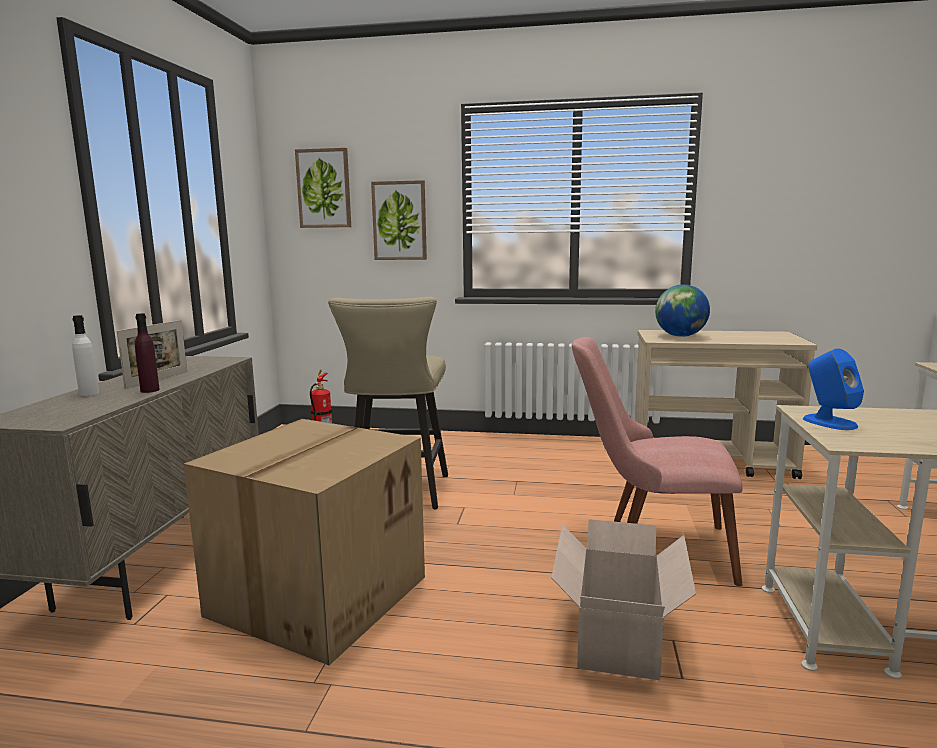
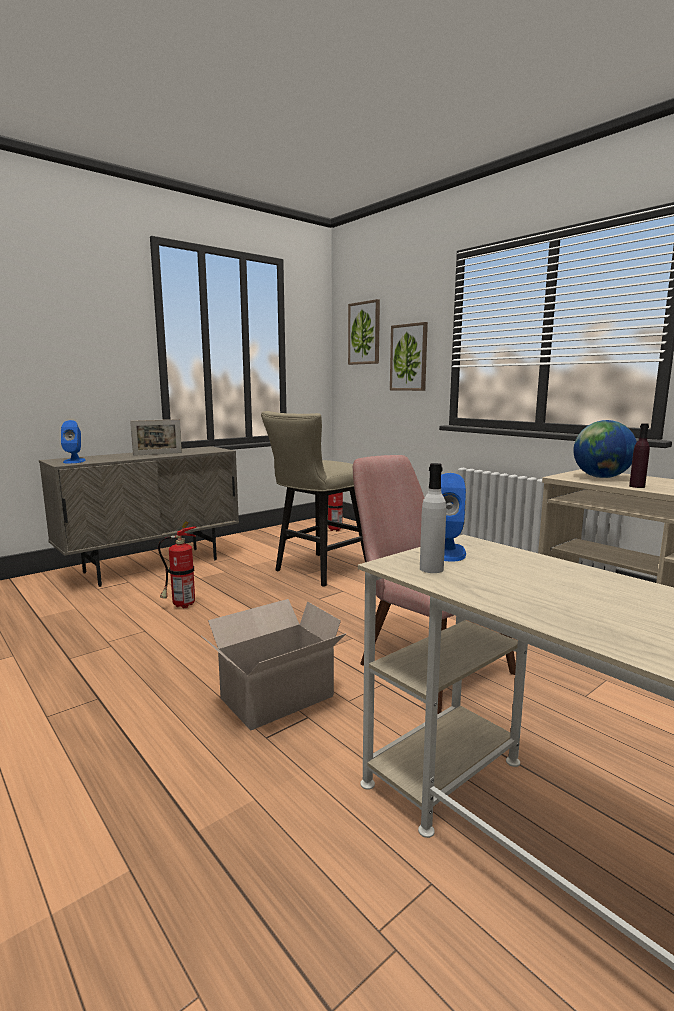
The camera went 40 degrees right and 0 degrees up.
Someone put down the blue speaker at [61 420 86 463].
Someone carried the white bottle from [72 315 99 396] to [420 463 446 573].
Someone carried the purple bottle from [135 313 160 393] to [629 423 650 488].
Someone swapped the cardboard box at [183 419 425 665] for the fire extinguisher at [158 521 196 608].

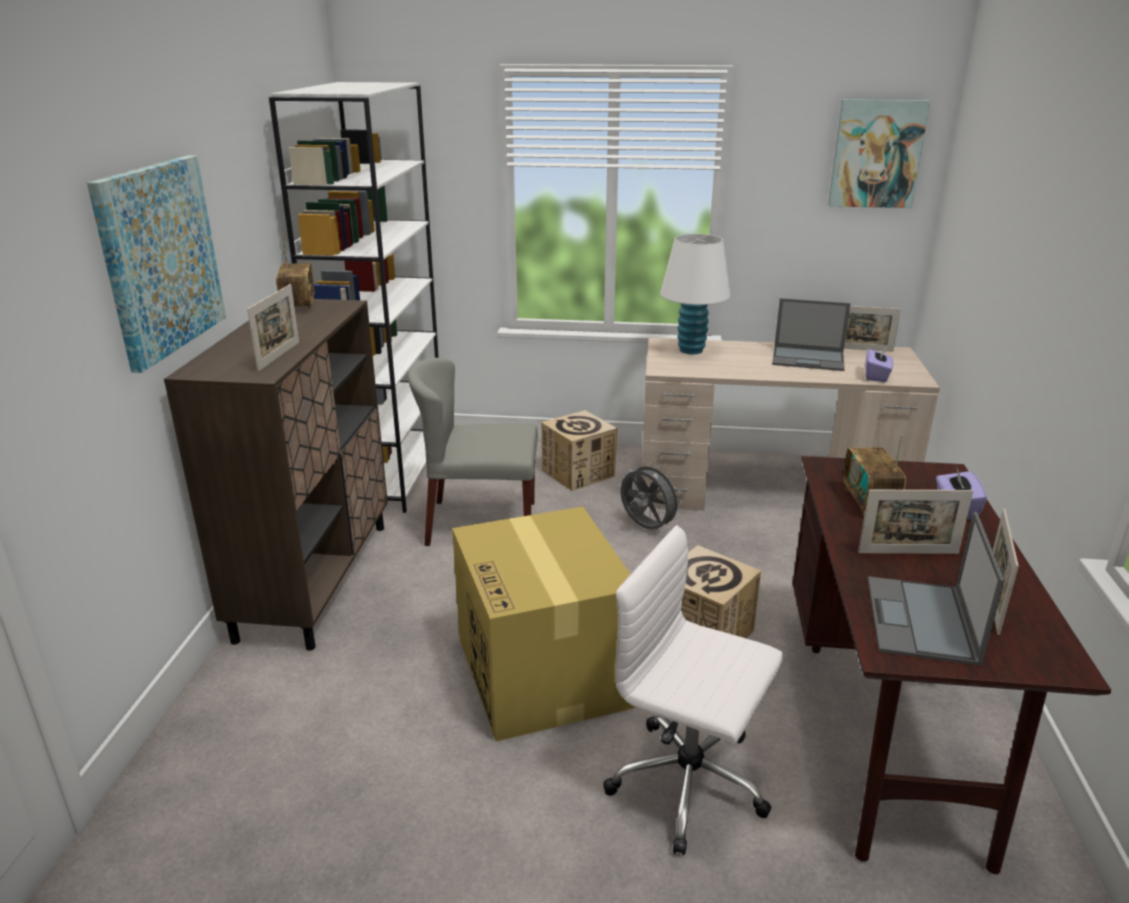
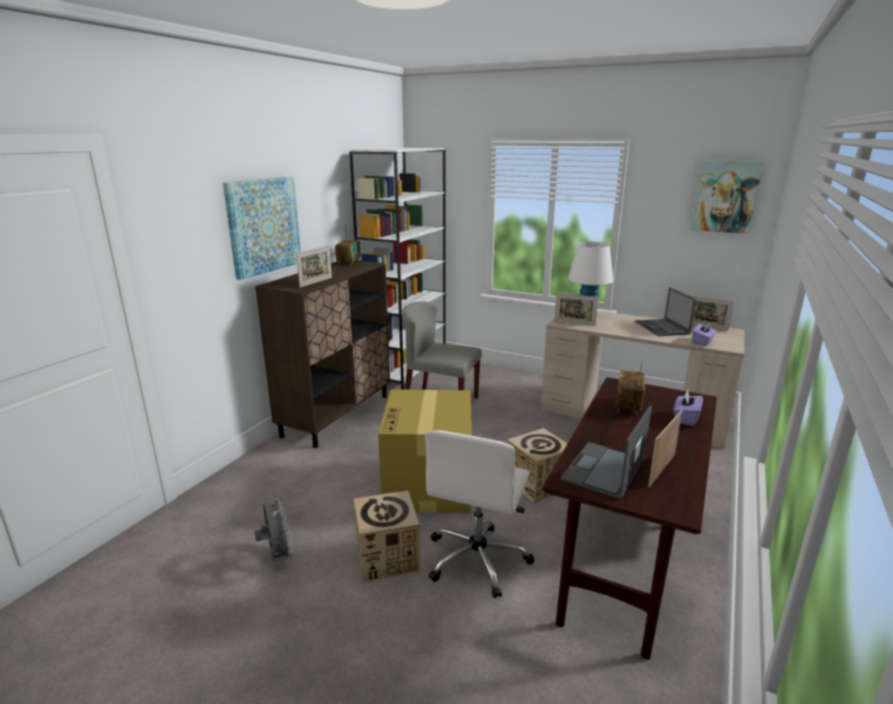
The camera went 20 degrees right and 5 degrees down.
Someone carried the cardboard box from [541 410 617 491] to [354 490 420 582].
Someone carried the grey fan from [620 462 683 530] to [254 495 293 563].
Someone carried the picture frame from [858 489 973 554] to [554 293 598 326].
Someone rotated the white office chair at [603 525 783 855] by 120 degrees counterclockwise.
Someone rotated the laptop at [772 298 851 371] by 45 degrees clockwise.

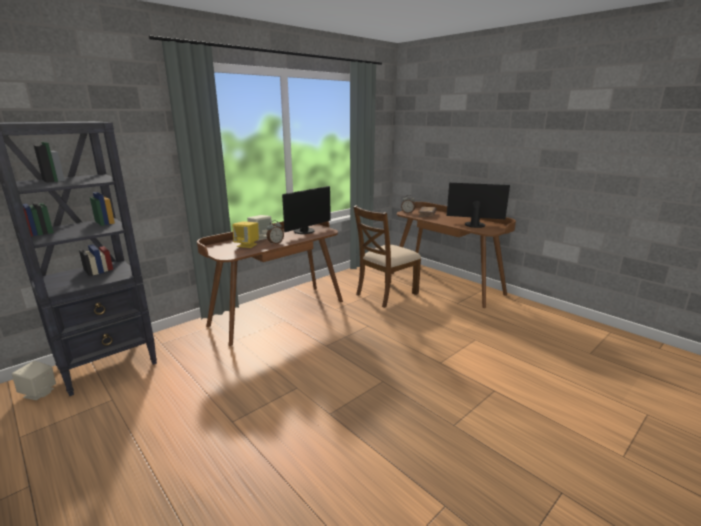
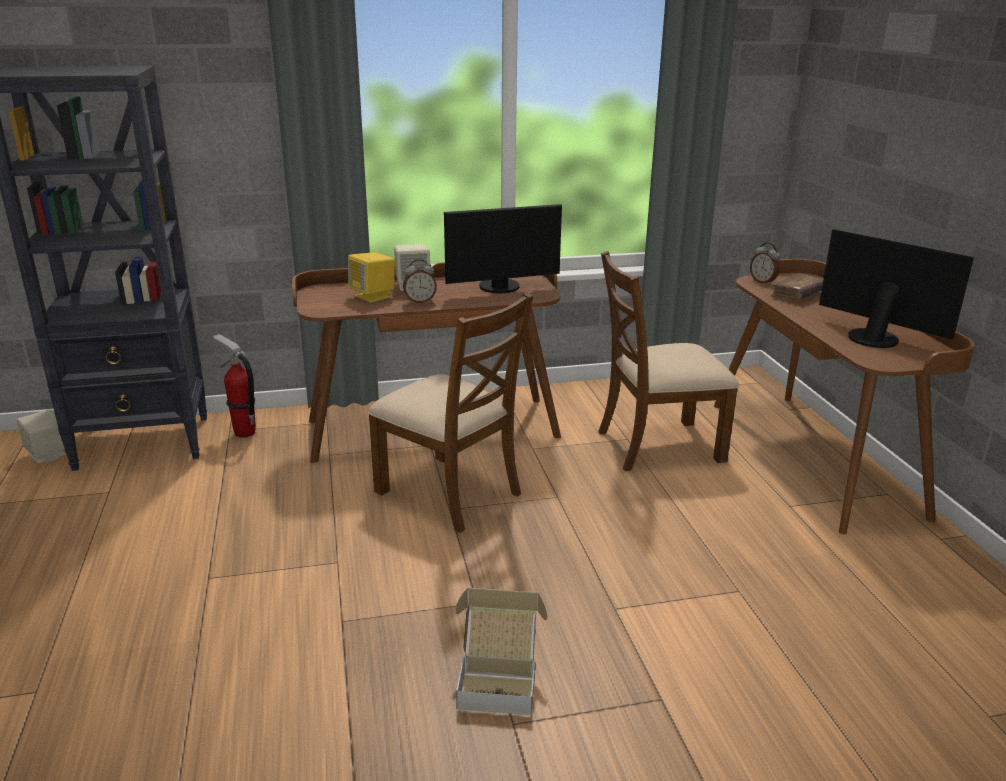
The camera went 30 degrees right and 5 degrees up.
Someone put down the fire extinguisher at [213 334 256 438].
Someone put down the brown chair at [368 292 533 533].
Someone put down the cardboard box at [455 588 547 715].

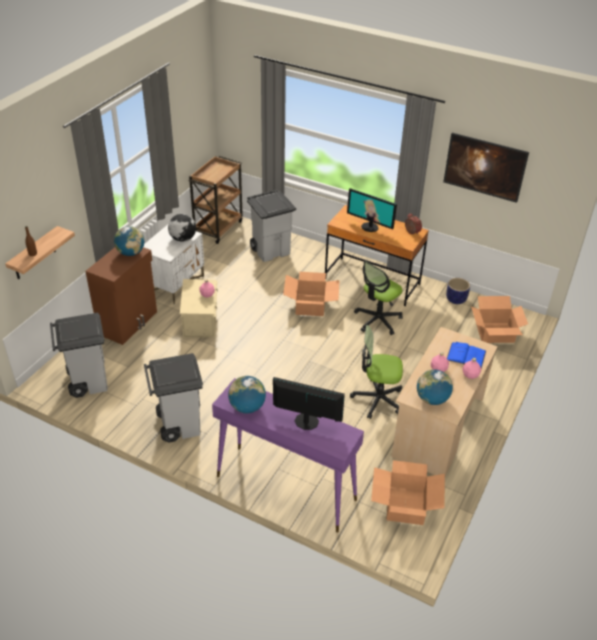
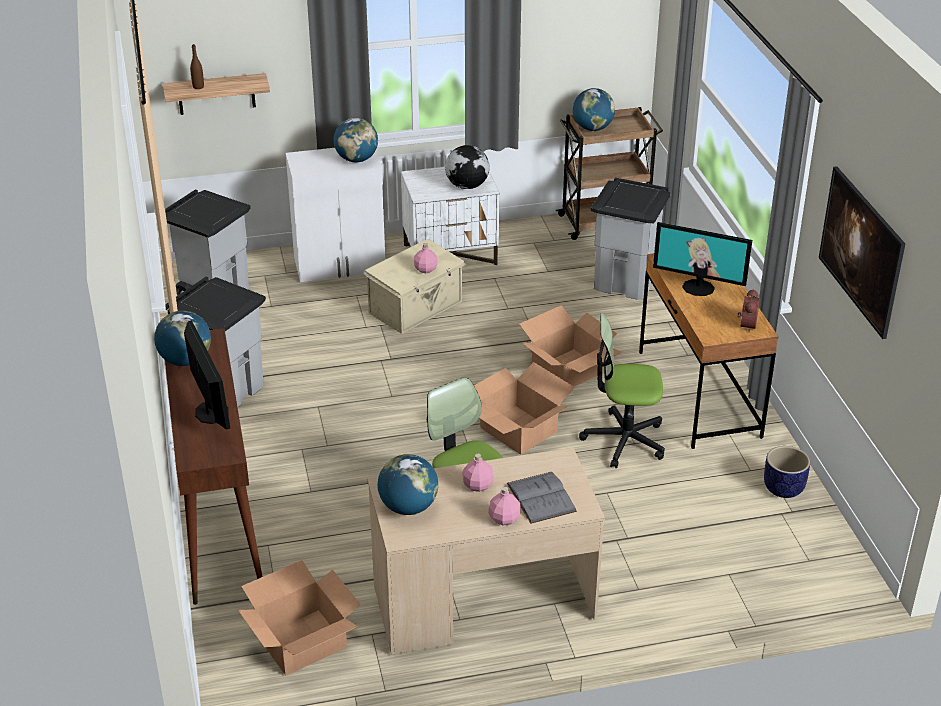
The camera went 50 degrees right and 5 degrees down.
Someone put down the globe at [573 88 615 131].
Someone carried the cardboard box from [471 296 528 343] to [474 362 575 455].
Someone repainted the brown cabinet at [85 247 157 345], which became the white cabinet at [286 148 385 282].
Someone repainted the purple console table at [212 378 364 532], which became the brown console table at [165 328 263 605].
Someone repainted the blue book at [447 342 486 369], which became the grey book at [506 472 577 524].
Someone rotated the monitor at [347 188 397 232] by 60 degrees counterclockwise.

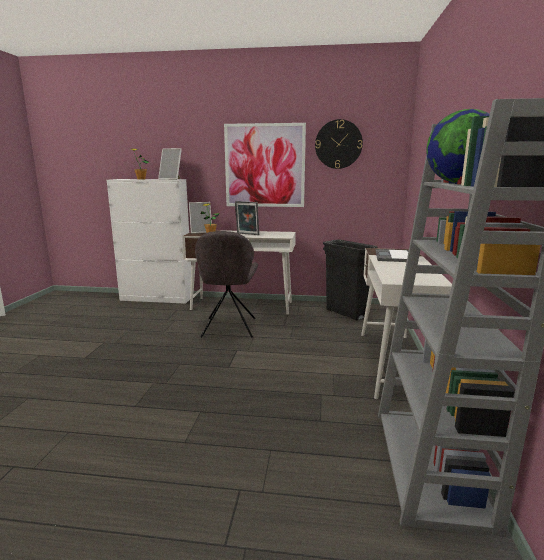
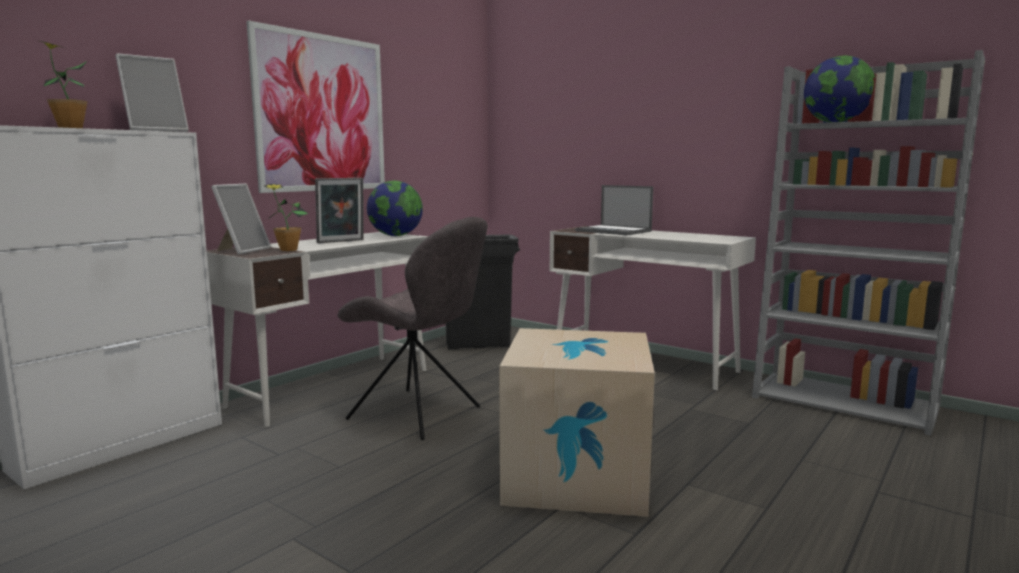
The camera went 60 degrees left and 5 degrees down.
Someone took away the wall clock at [315 119 363 169].
Someone put down the globe at [367 181 423 236].
Someone put down the cardboard box at [500 328 655 517].

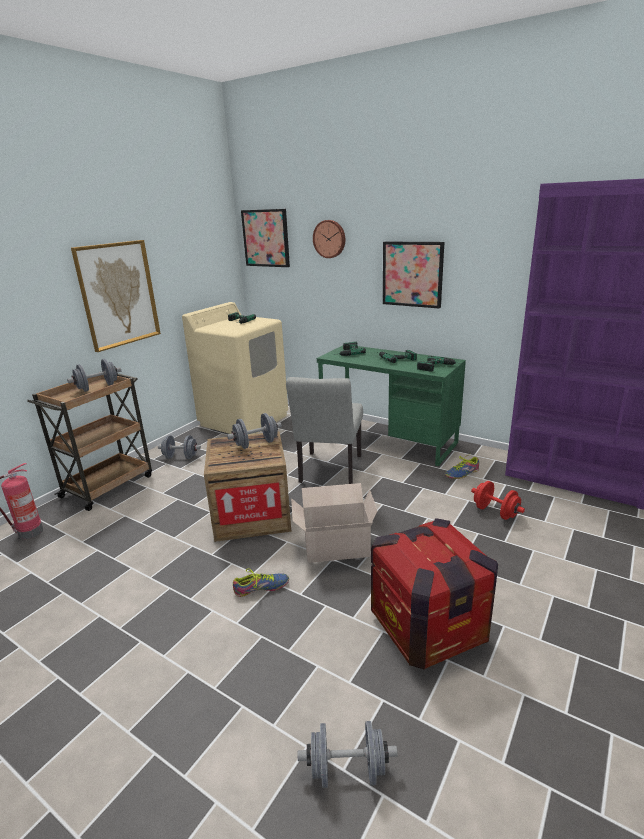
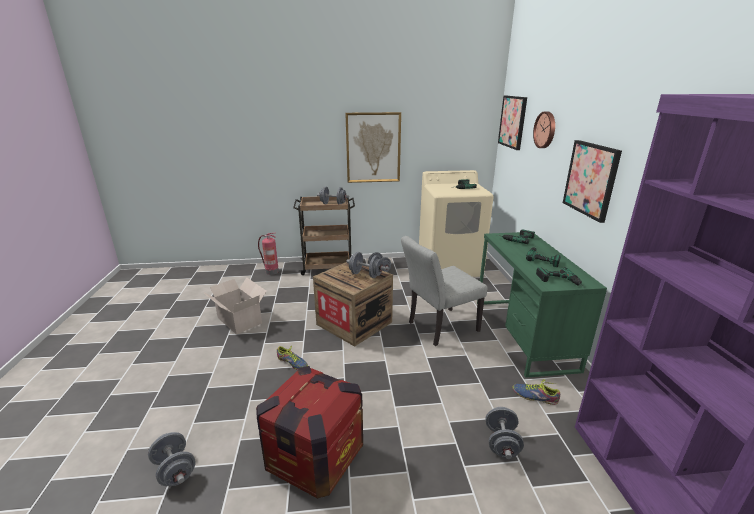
The camera went 50 degrees right and 0 degrees up.
Someone carried the cardboard box from [291 483 377 563] to [203 277 267 334].
Someone repainted the red dumbbell at [471 481 525 520], which became the grey dumbbell at [485 407 524 459].

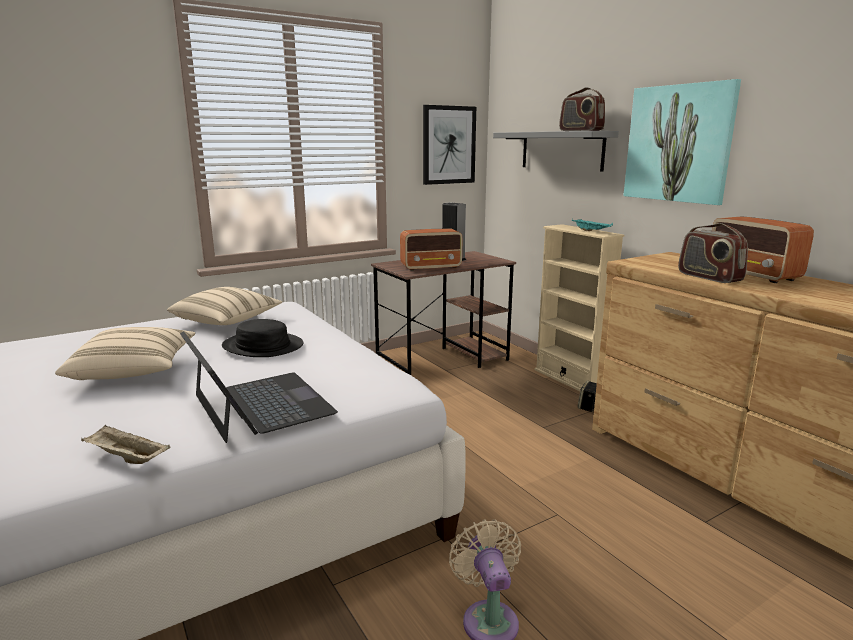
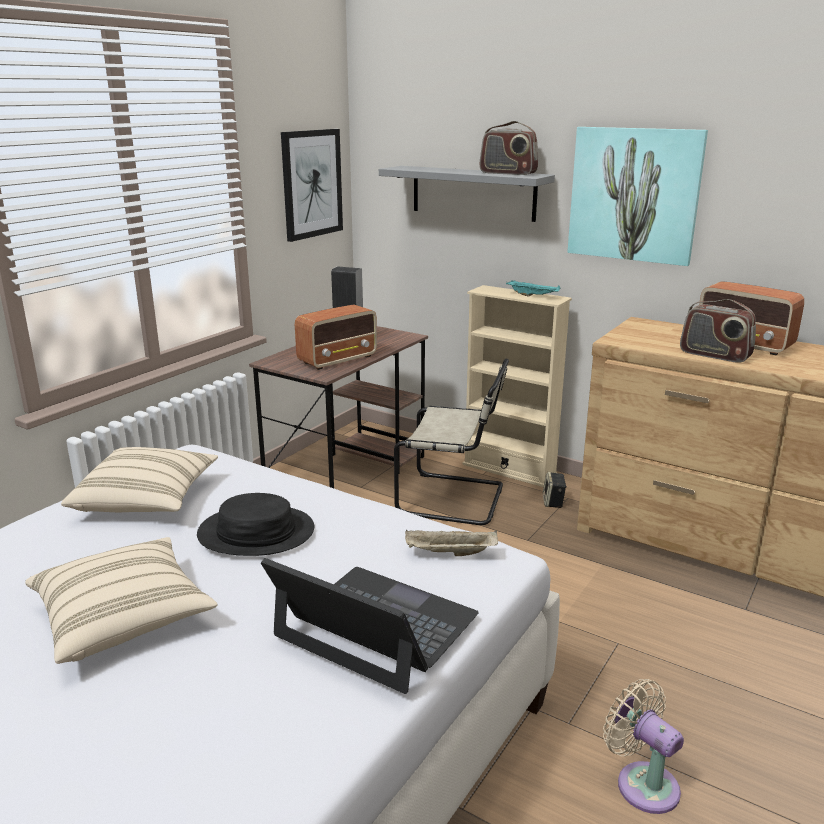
The camera went 25 degrees left and 5 degrees up.
Someone put down the beige chair at [394 359 509 525].
Someone carried the beige tray from [81 425 170 464] to [405 530 498 556].

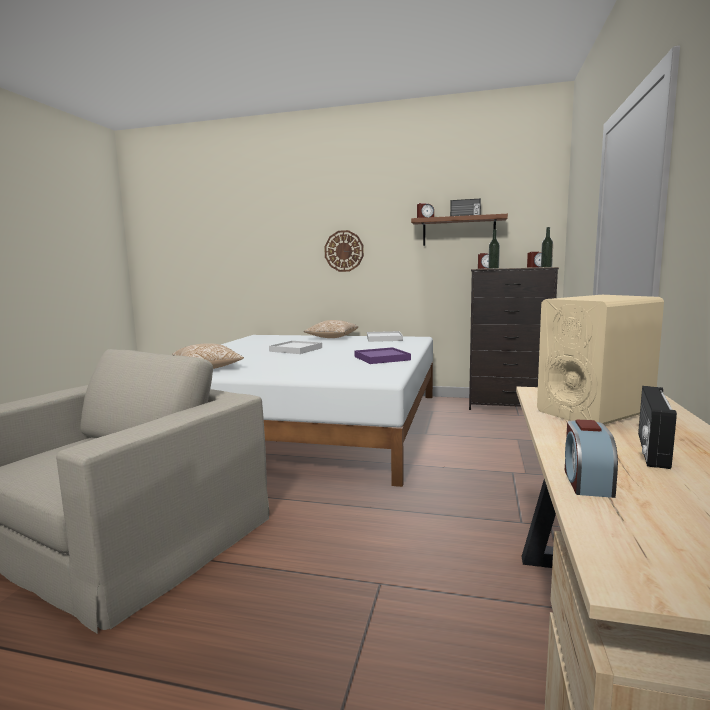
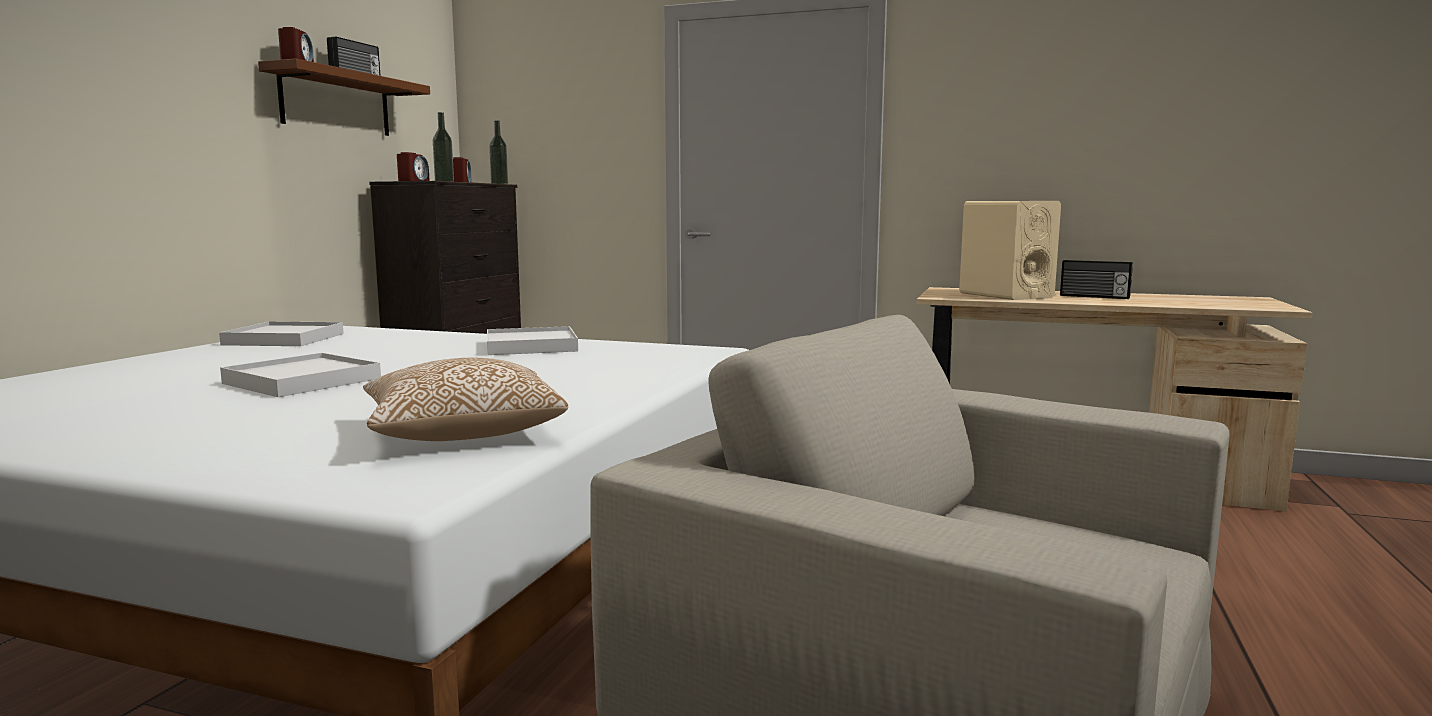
The camera went 85 degrees left and 0 degrees up.
Someone took away the pillow at [304 320 358 338].
Someone took away the wall clock at [324 230 364 272].
Someone took away the alarm clock at [565 420 618 498].
Someone repainted the purple tray at [355 347 411 364], which became the white tray at [487 326 578 355].

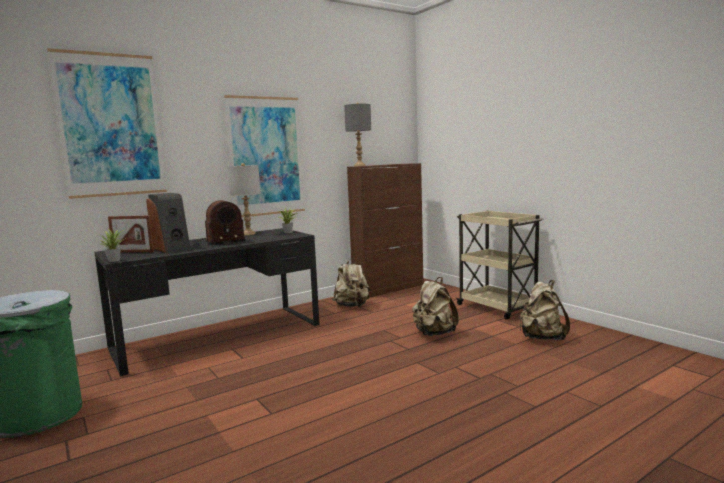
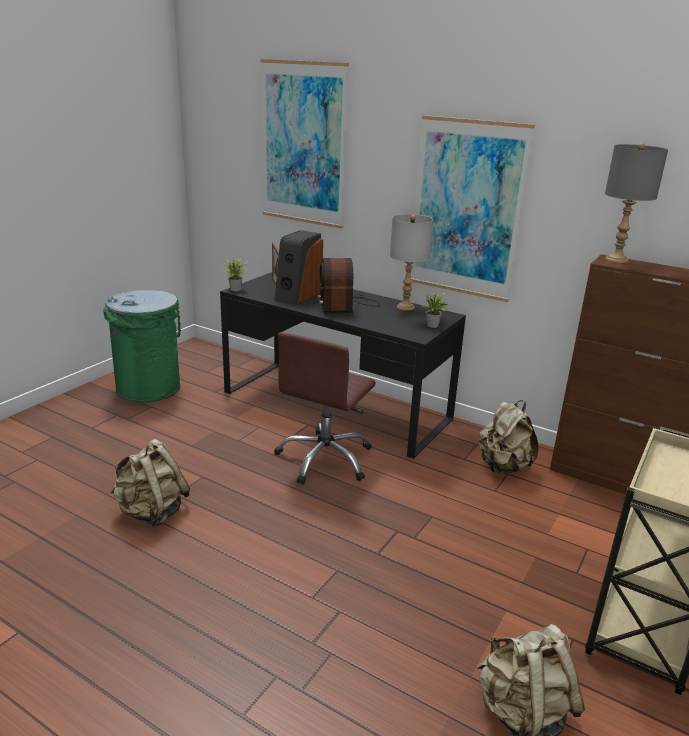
The camera went 65 degrees right and 15 degrees up.
Someone put down the brown office chair at [275 332 376 485].
Someone carried the beige backpack from [412 277 459 336] to [111 439 190 528].
Someone rotated the radio at [191 200 245 246] by 45 degrees clockwise.

